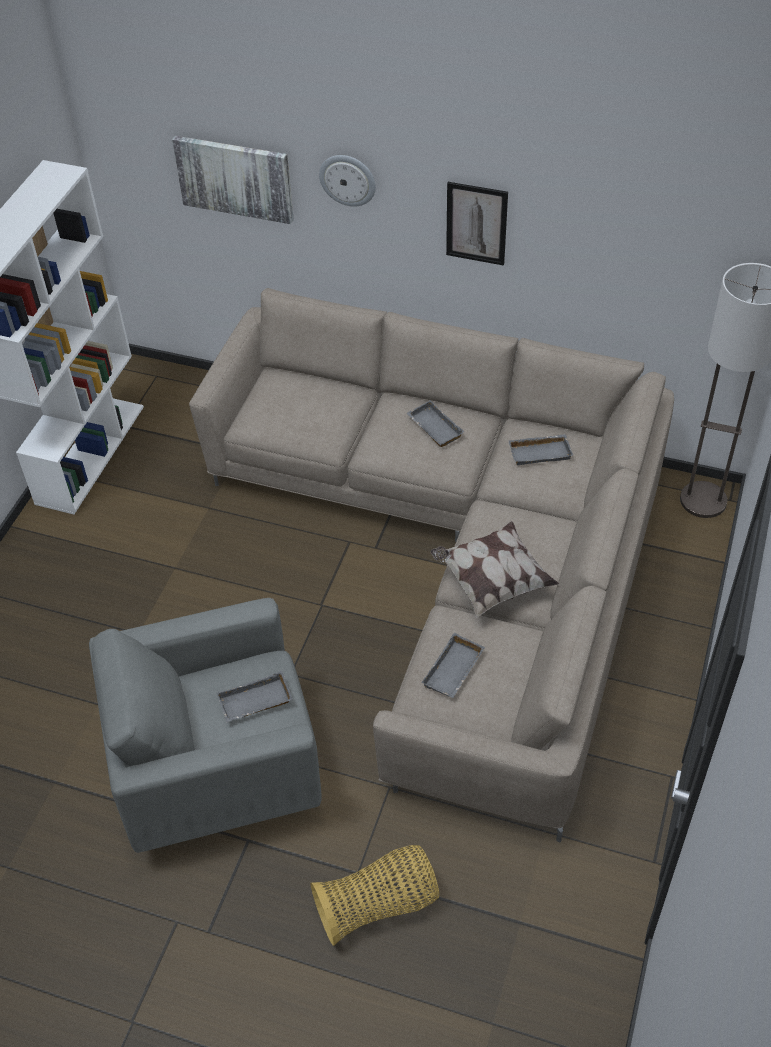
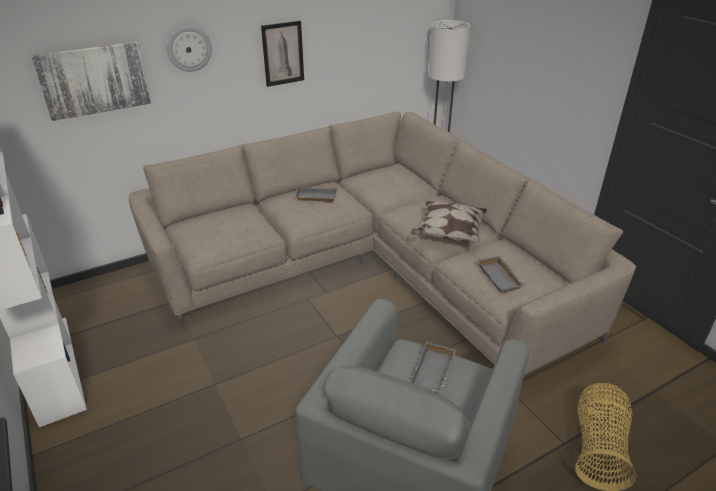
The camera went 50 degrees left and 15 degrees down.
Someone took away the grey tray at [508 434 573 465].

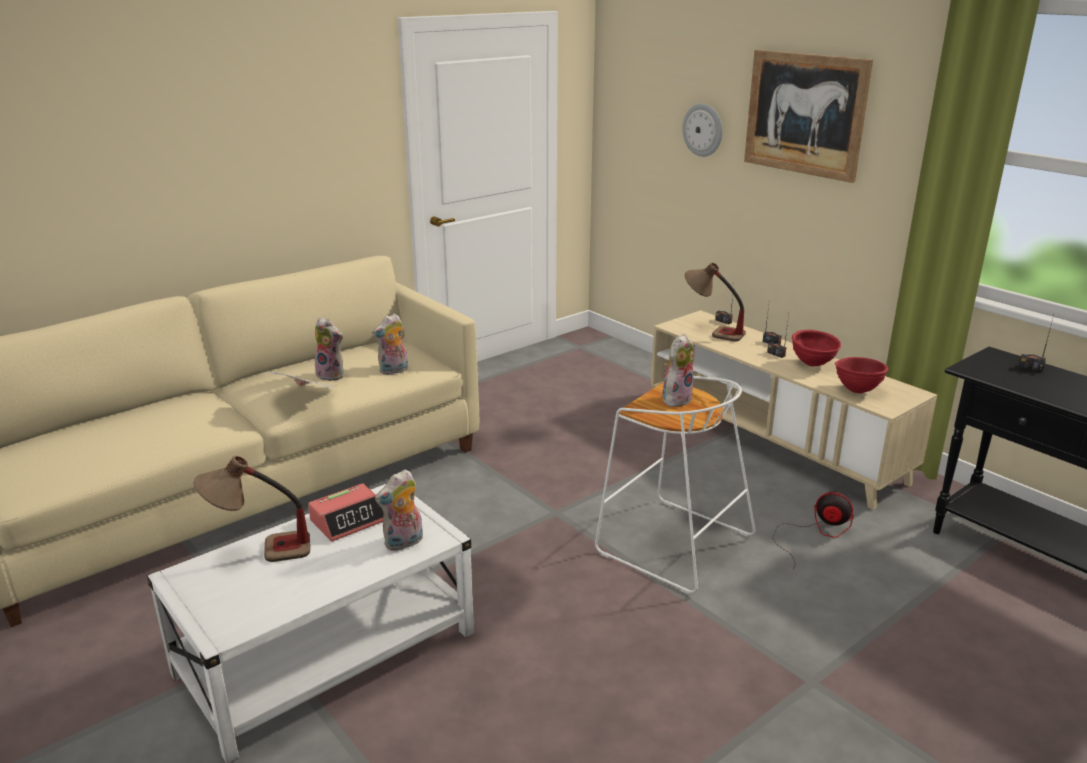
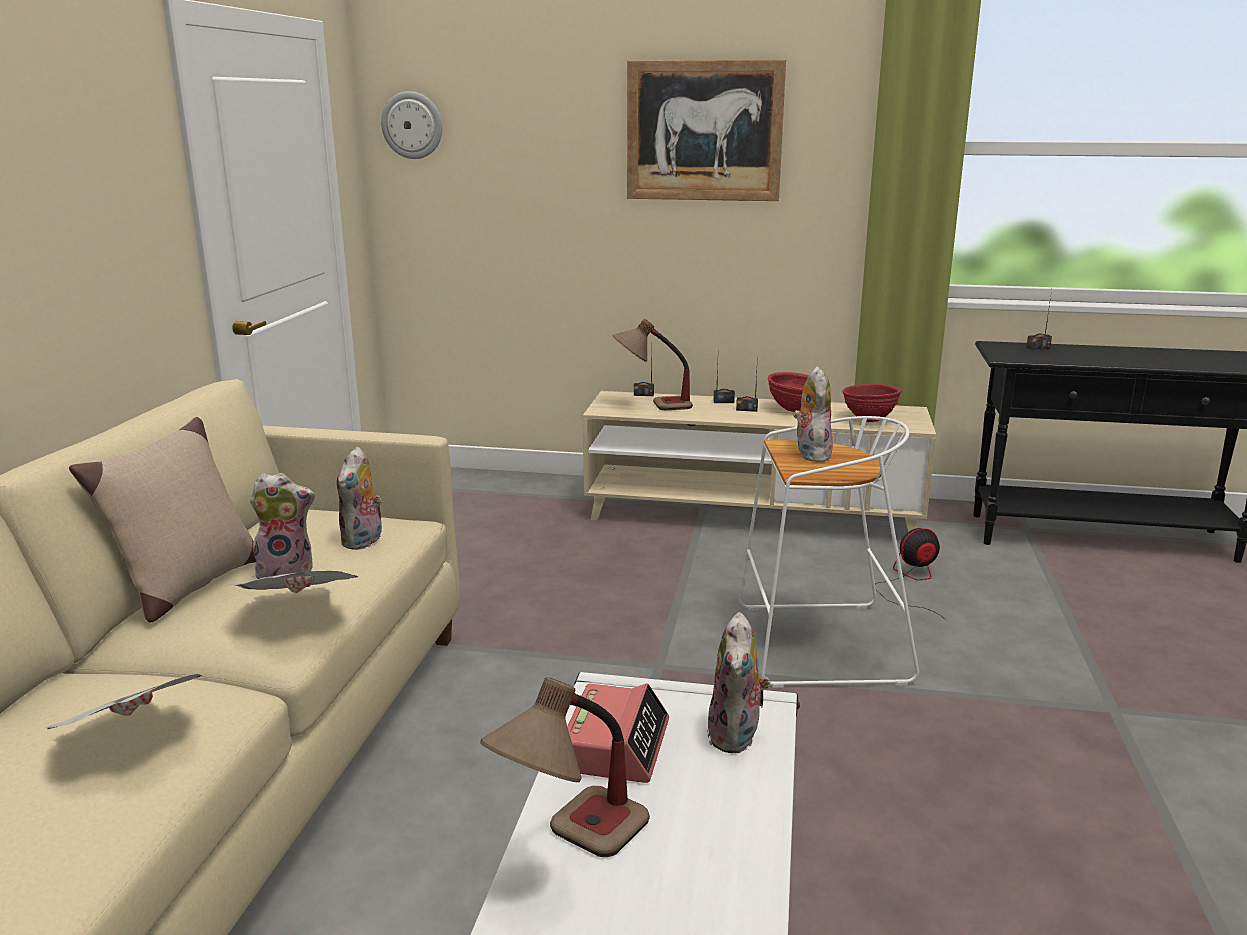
The camera went 40 degrees left and 5 degrees down.
Someone put down the newspaper at [46 674 202 729].
Someone put down the beige pillow at [69 417 256 623].
Someone carried the wall clock from [682 103 722 157] to [381 91 442 159].

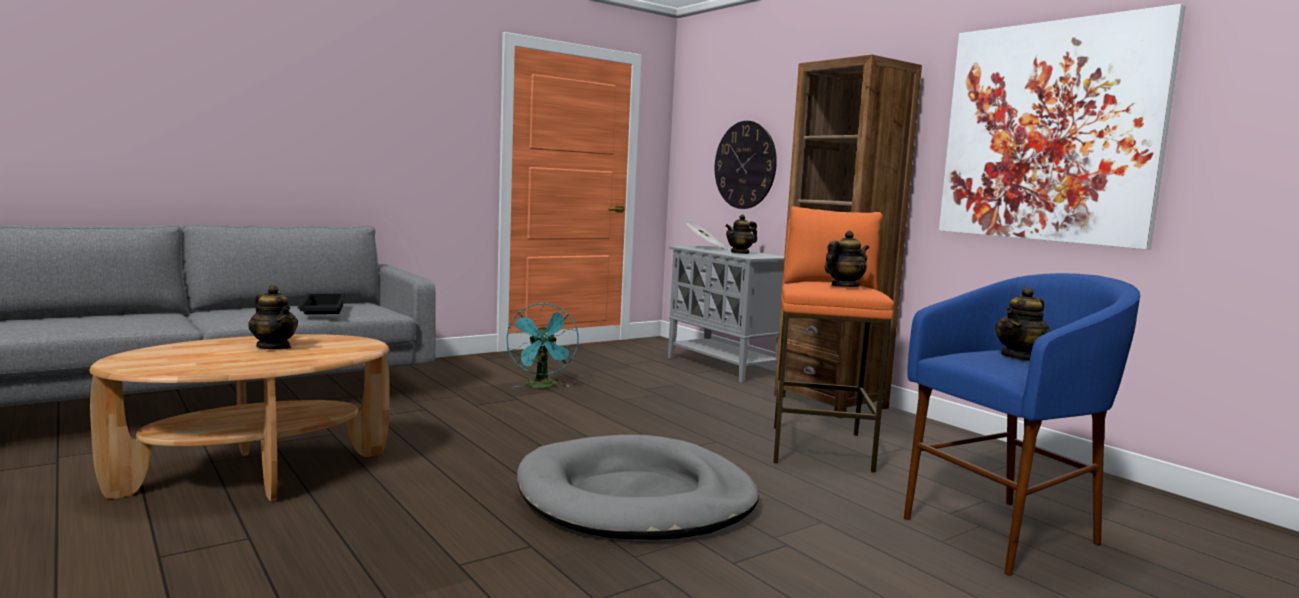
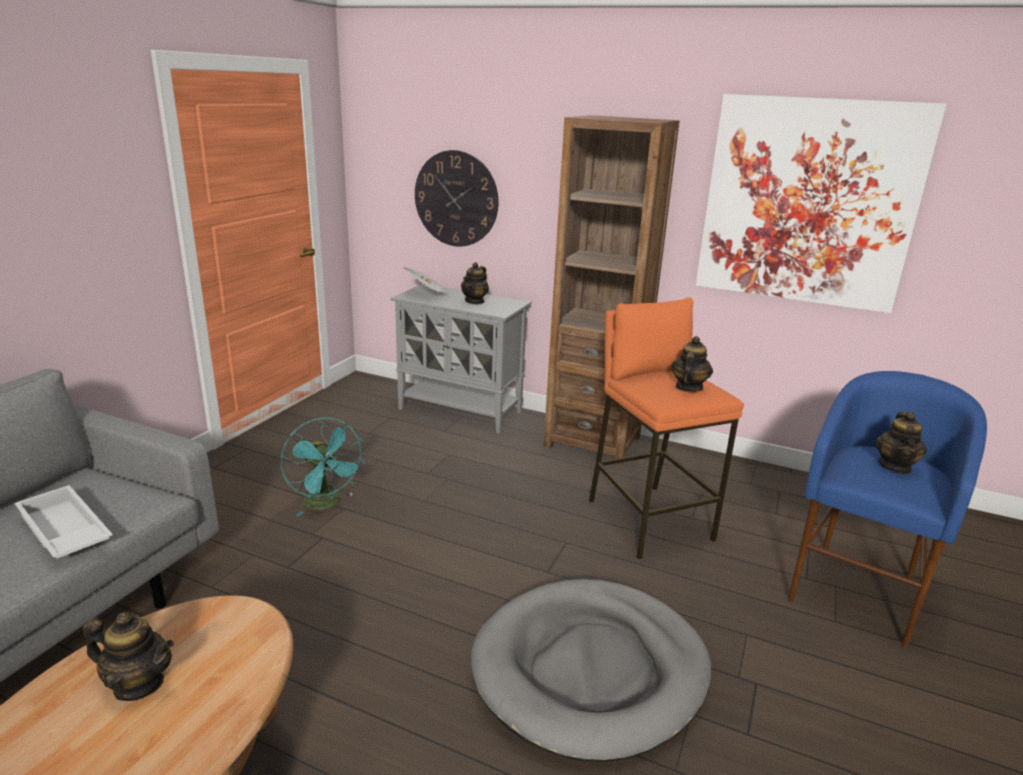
The camera went 30 degrees left and 15 degrees up.
Someone repainted the black tray at [297 294 345 314], which became the white tray at [14 485 113 558].

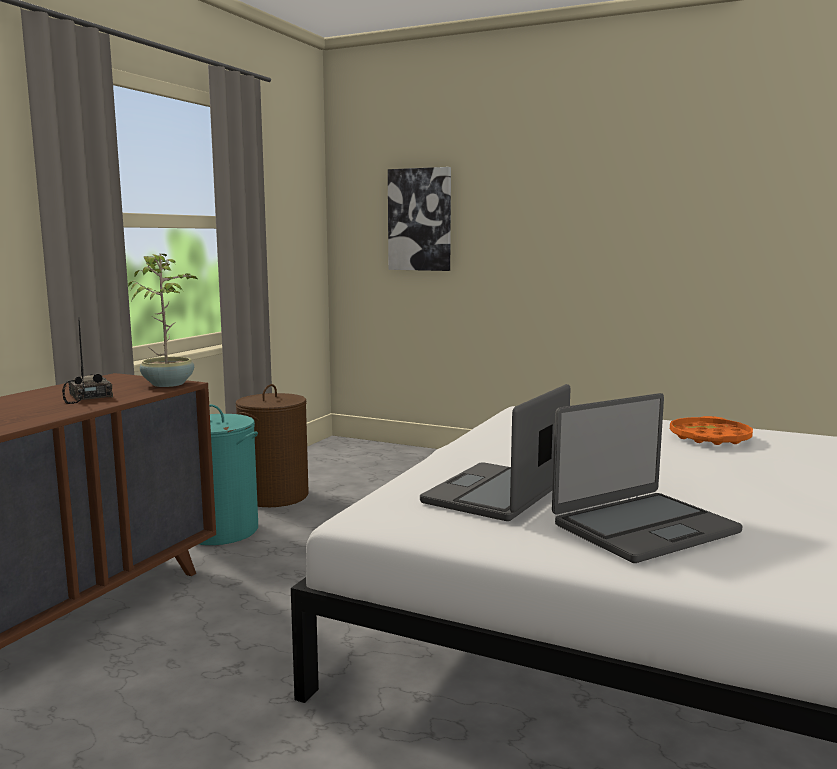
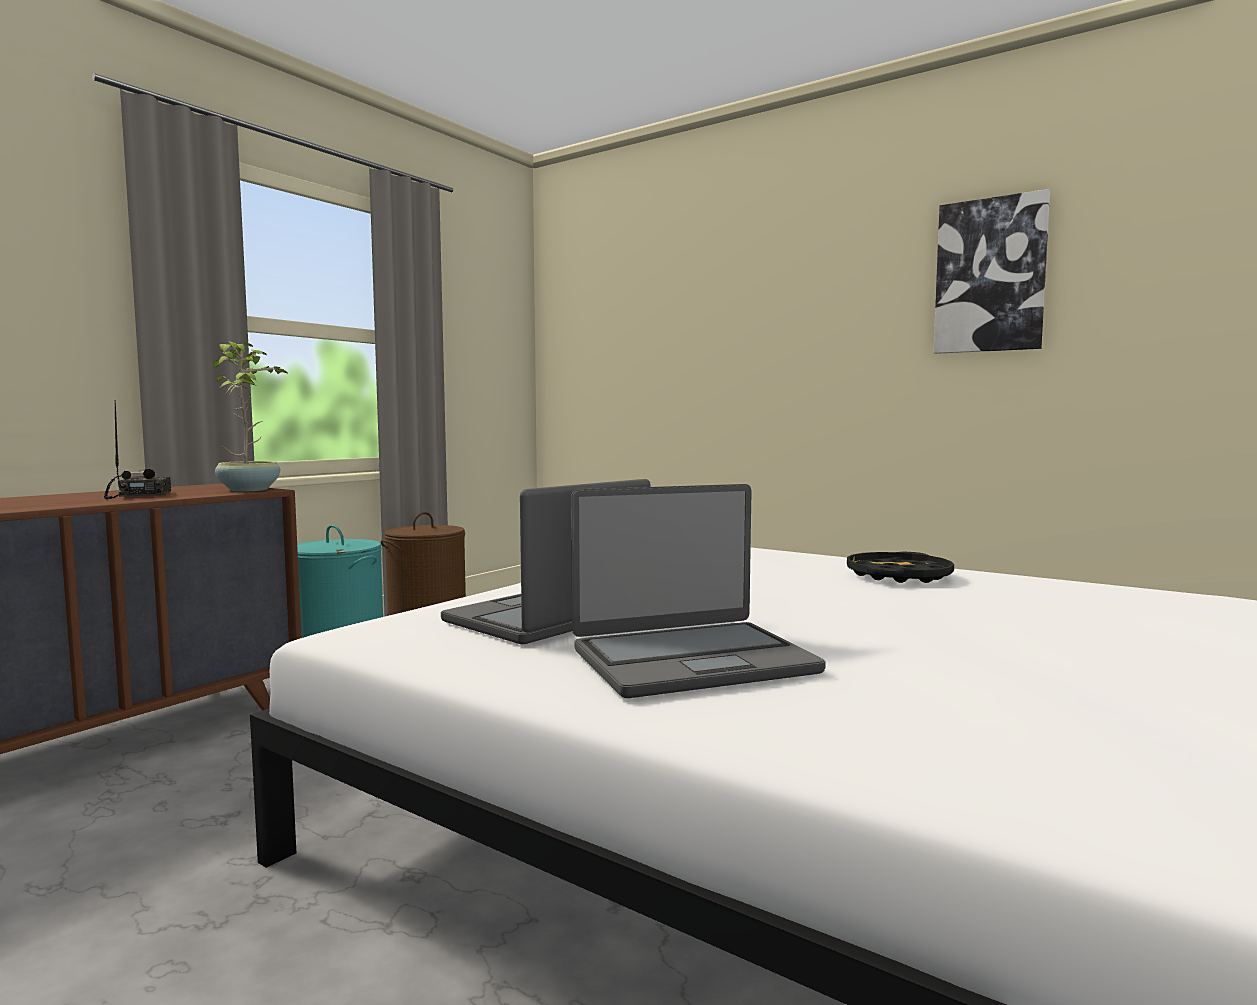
The camera went 10 degrees right and 5 degrees down.
Someone carried the picture from [388 167 451 271] to [933 189 1050 354].
Someone repainted the orange tray at [670 416 753 445], which became the black tray at [847 552 954 583].

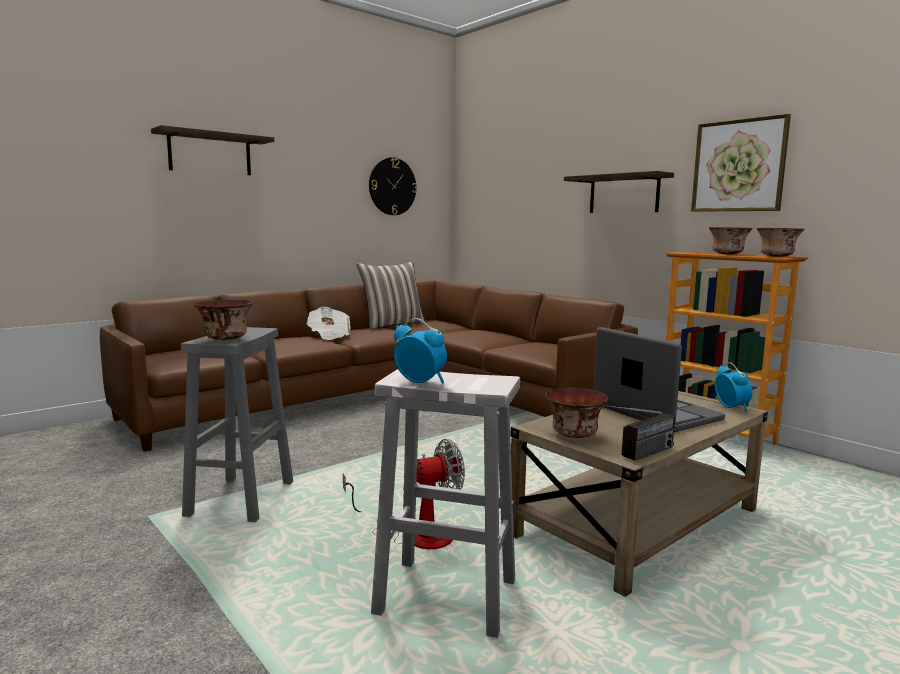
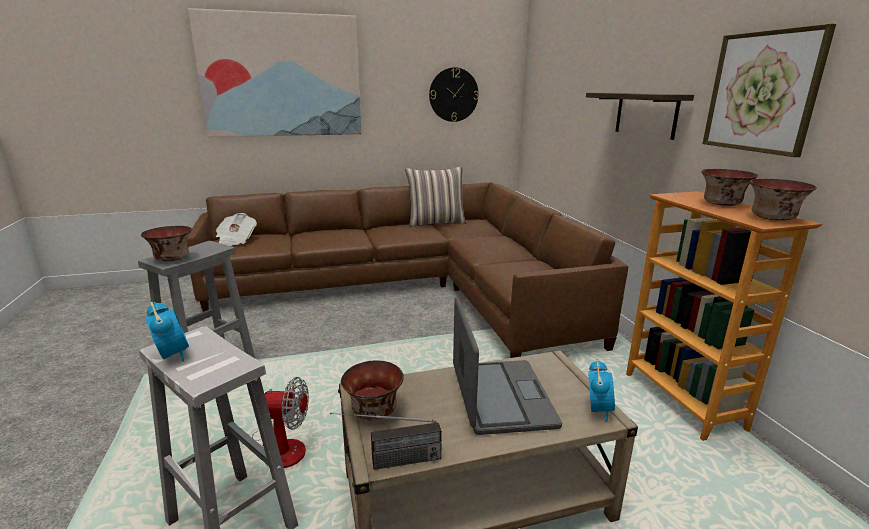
The camera went 25 degrees right and 10 degrees up.
Someone carried the newspaper from [307 307 350 340] to [216 213 257 246].
Someone swapped the shelf at [151 125 274 175] for the picture at [188 8 361 137].

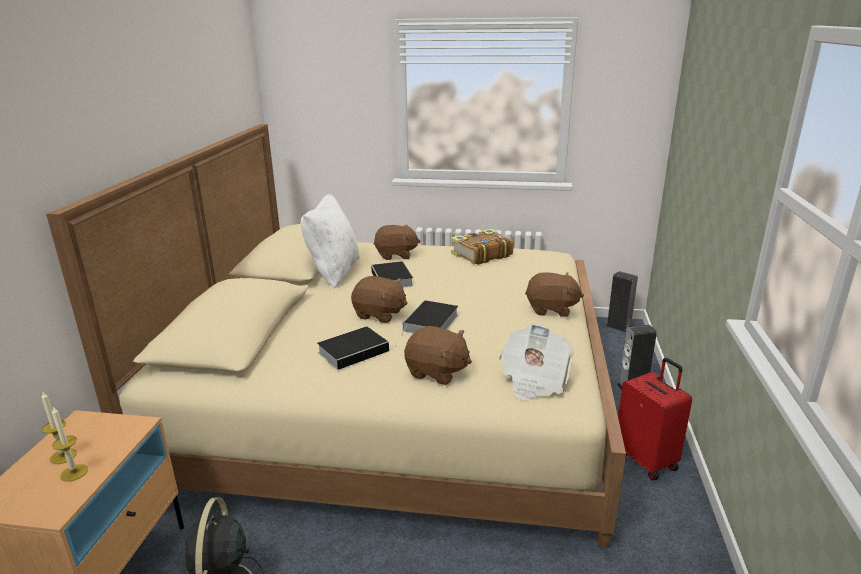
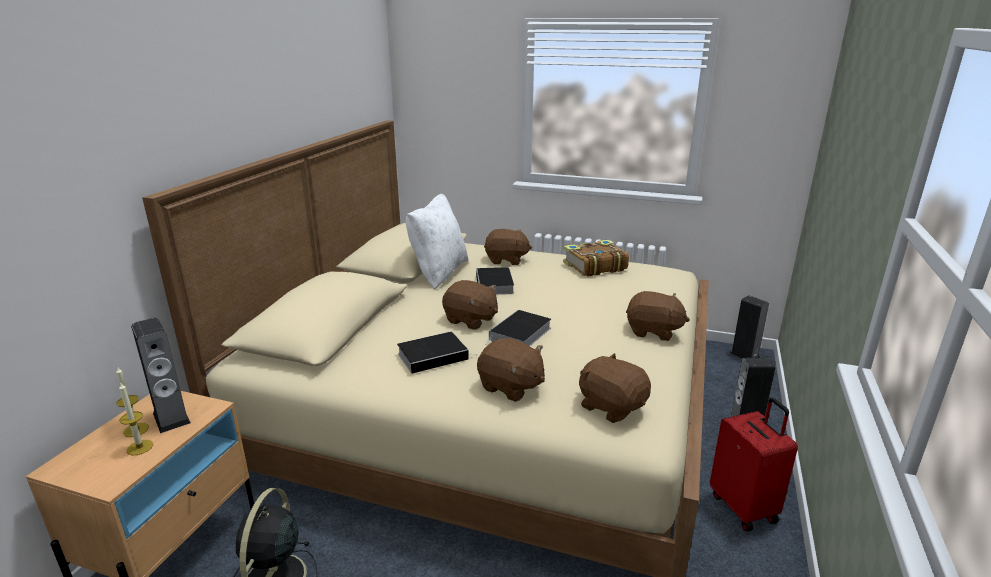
The camera went 10 degrees right and 0 degrees up.
Someone put down the speaker at [131 318 191 433].
Someone swapped the newspaper at [499 324 574 400] for the brown plush toy at [579 353 651 423].

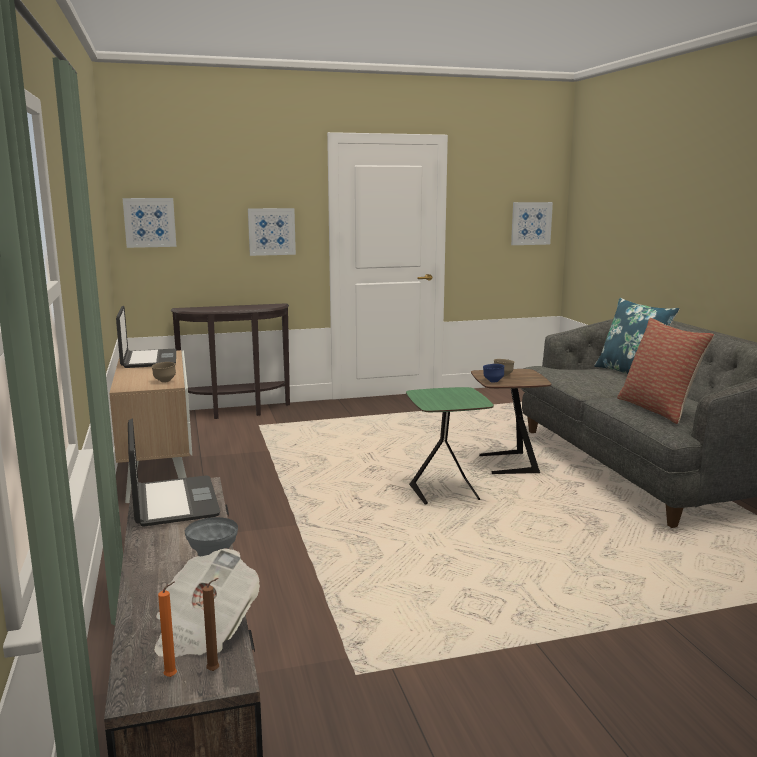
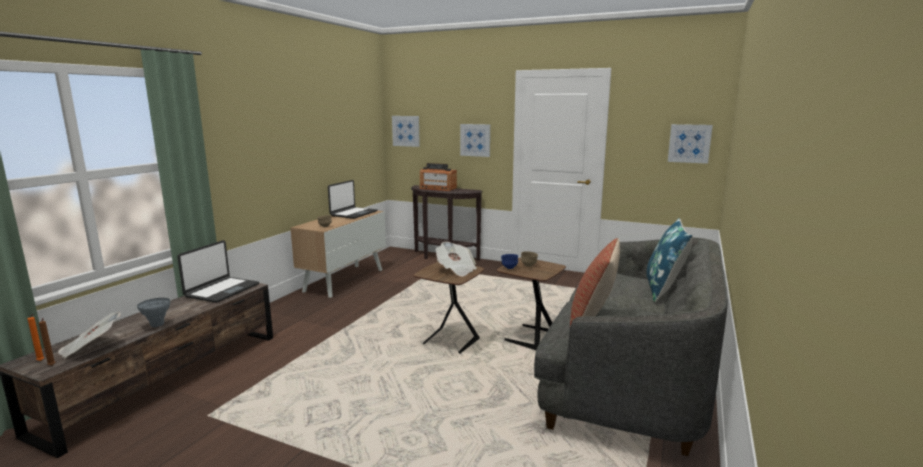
The camera went 40 degrees right and 0 degrees up.
Someone put down the radio at [419 163 457 191].
Someone put down the newspaper at [436 242 477 277].
Someone repainted the green side table at [406 387 494 505], which became the brown side table at [413 262 484 354].

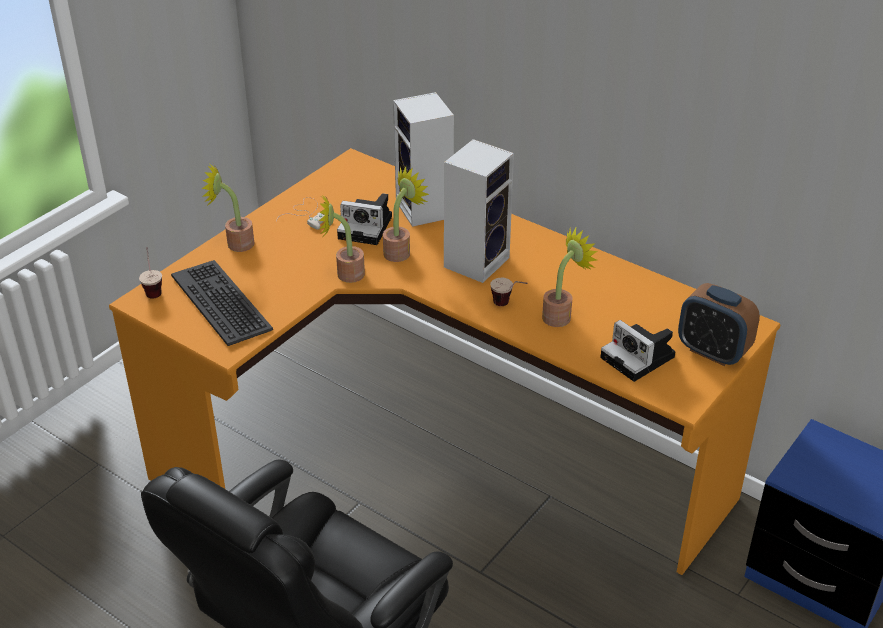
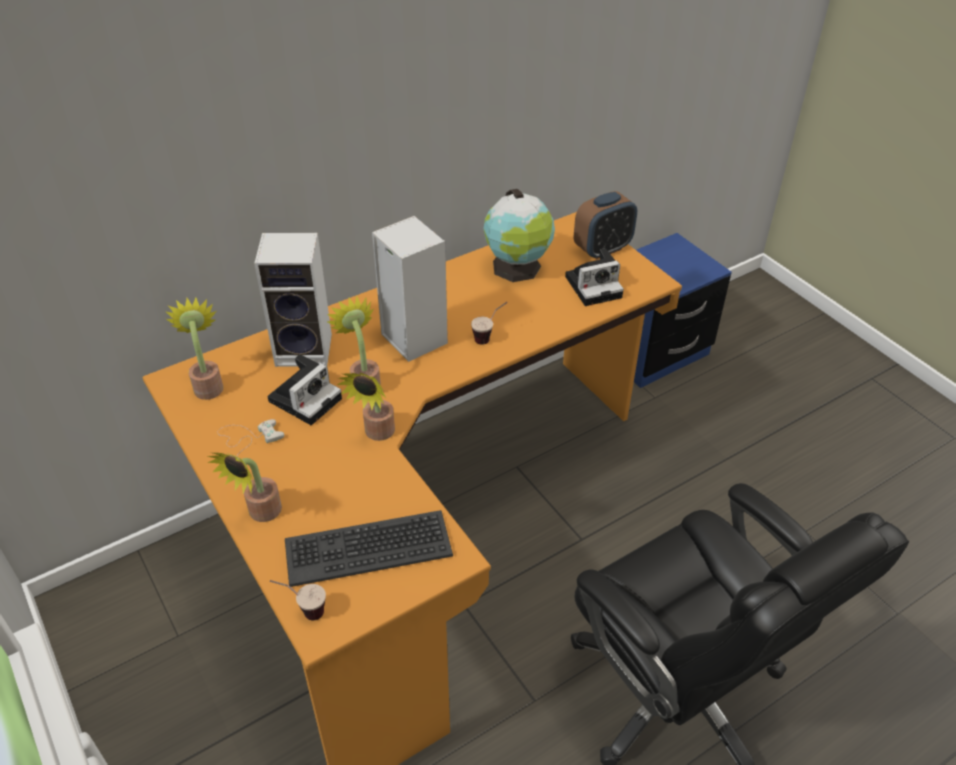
The camera went 70 degrees left and 5 degrees up.
Someone put down the globe at [484 189 555 282].
Someone carried the potted plant from [542 226 598 327] to [165 298 223 400].

